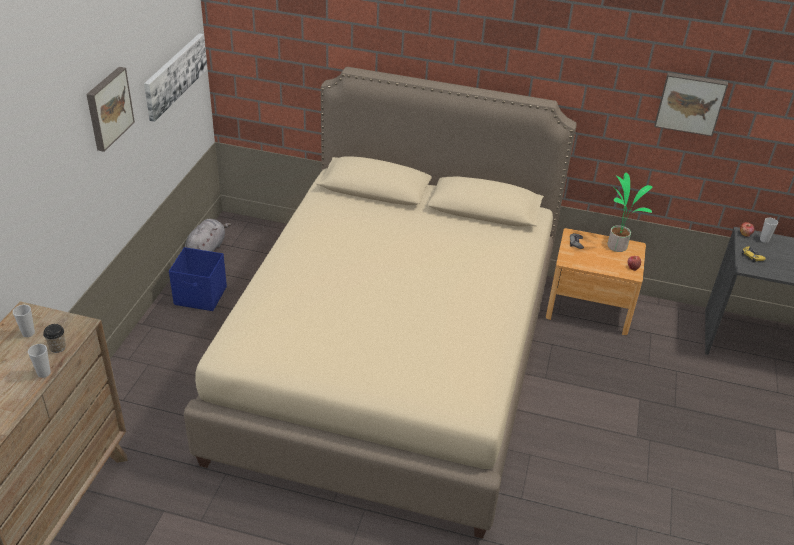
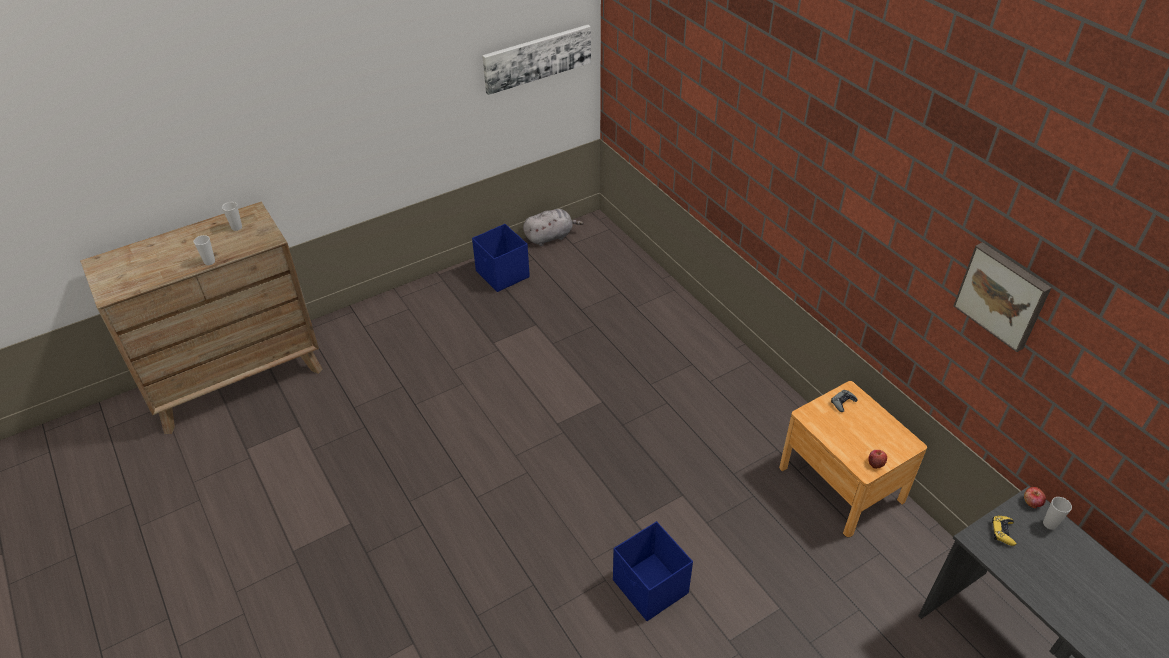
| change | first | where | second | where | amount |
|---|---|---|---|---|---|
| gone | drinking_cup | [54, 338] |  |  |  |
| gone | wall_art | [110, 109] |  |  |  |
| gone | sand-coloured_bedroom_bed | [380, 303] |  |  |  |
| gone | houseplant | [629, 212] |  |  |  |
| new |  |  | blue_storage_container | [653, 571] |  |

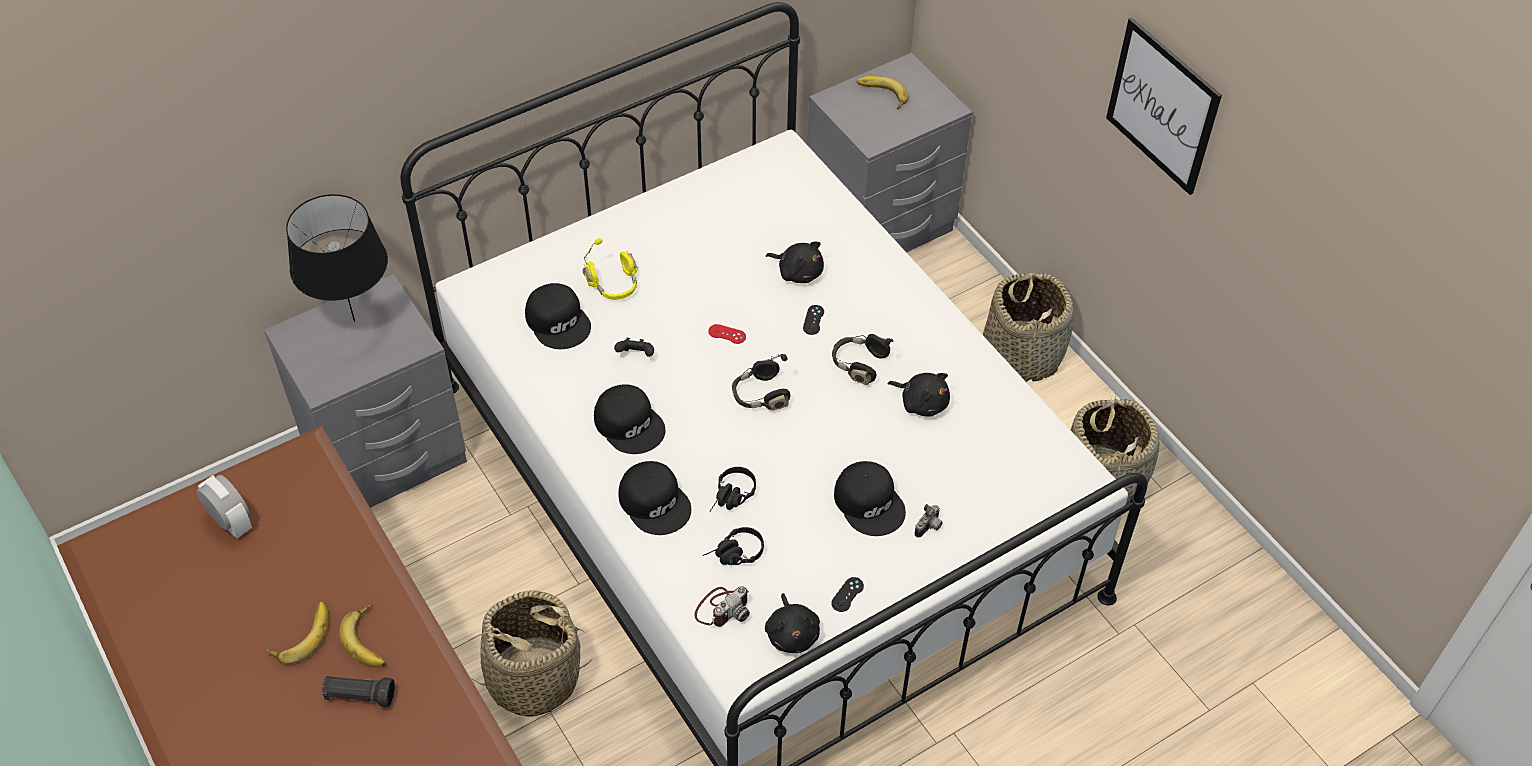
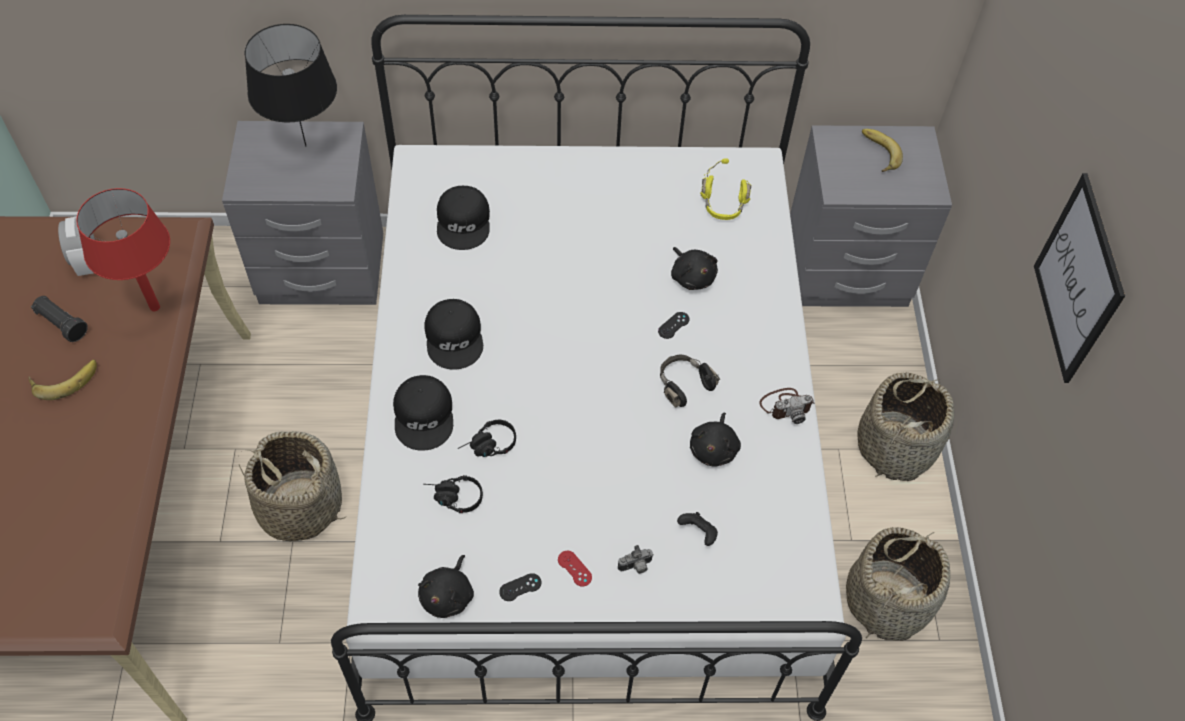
| change | first | where | second | where | amount |
|---|---|---|---|---|---|
| gone | banana_fruit | [362, 636] |  |  |  |
| gone | blackish_headphones | [761, 382] |  |  |  |
| gone | blackish_cap | [870, 498] |  |  |  |
| new |  |  | red-coloured_lamp_for_a_table | [123, 249] |  |
| shifted | blackish_flashlight | [358, 691] |  | [59, 319] |  |
| shifted | yellowish_headphones | [610, 269] |  | [725, 189] |  |
| shifted | blackish_joypad | [634, 347] |  | [697, 529] |  |
| shifted | still_camera | [722, 606] |  | [787, 406] |  |
| shifted | red-coloured_joypad | [727, 334] |  | [575, 569] |  |
| rotated | blackish_plush_toy | [919, 395] |  | [715, 440] | 45 degrees clockwise |

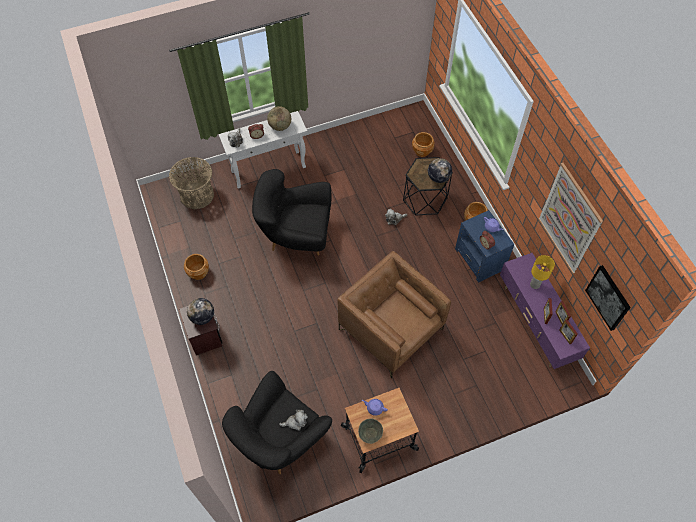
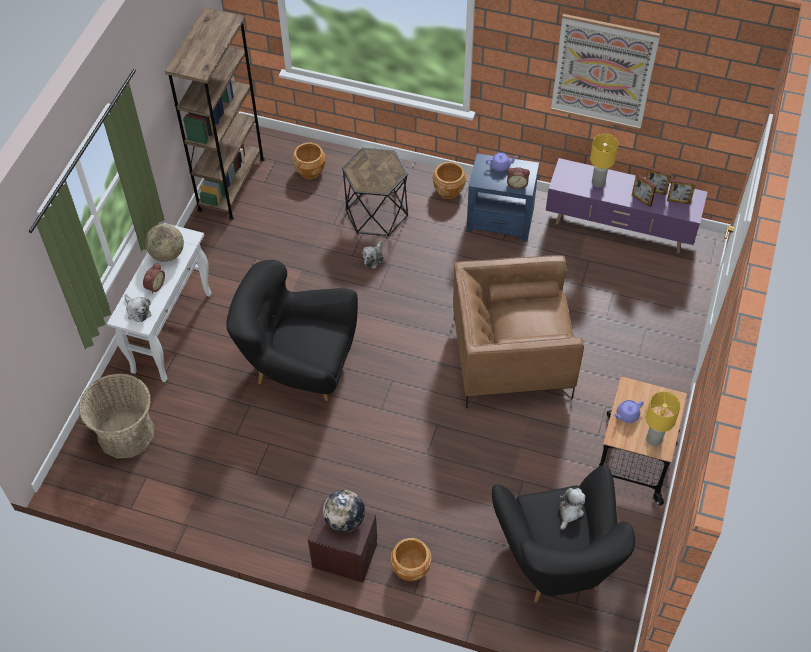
| change | first | where | second | where | amount |
|---|---|---|---|---|---|
| gone | globe | [440, 170] |  |  |  |
| gone | wall_art | [608, 298] |  |  |  |
| new |  |  | brown-coloured_shelving_unit | [215, 114] |  |
| shifted | brown-coloured_planter | [196, 267] |  | [411, 559] |  |
| swapped | gray_deep_dish | [370, 431] | yellowish_lamp_for_a_table | [663, 418] |  |
| rotated | blackish_lounge_chair | [291, 212] |  | [292, 330] | 60 degrees clockwise |

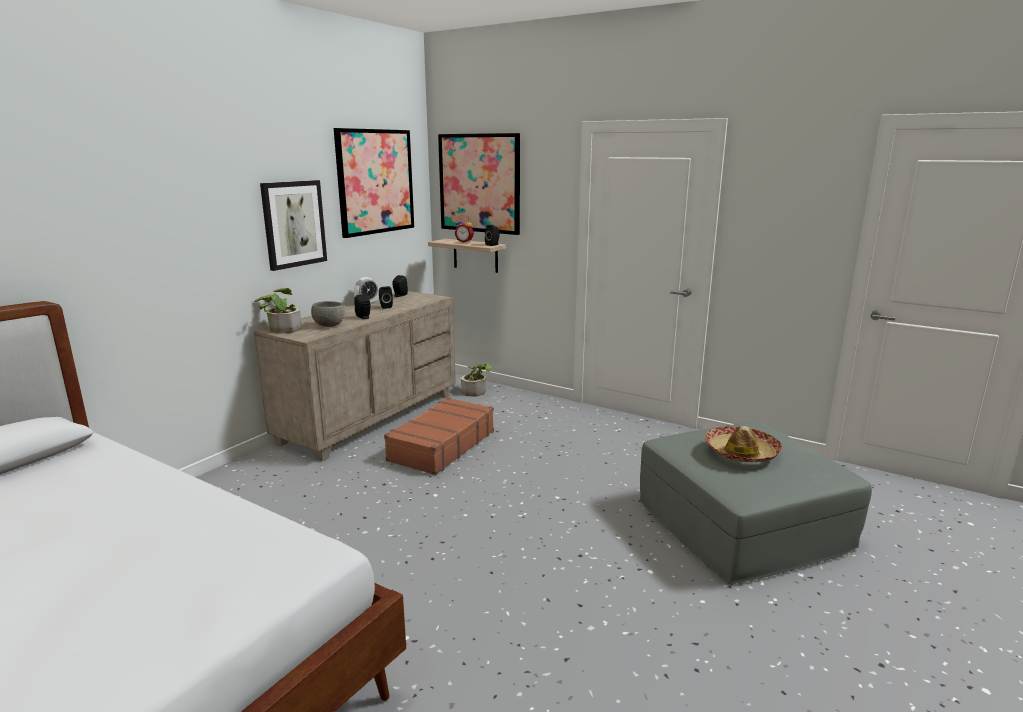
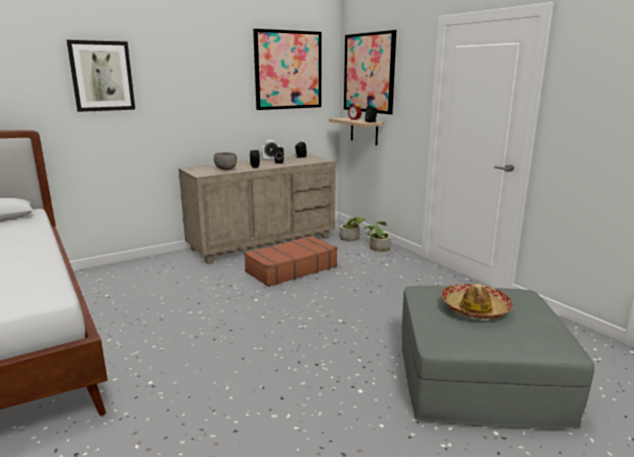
| change | first | where | second | where | amount |
|---|---|---|---|---|---|
| shifted | houseplant | [278, 311] |  | [377, 236] |  |
| shifted | wall_art | [293, 225] |  | [101, 76] |  |

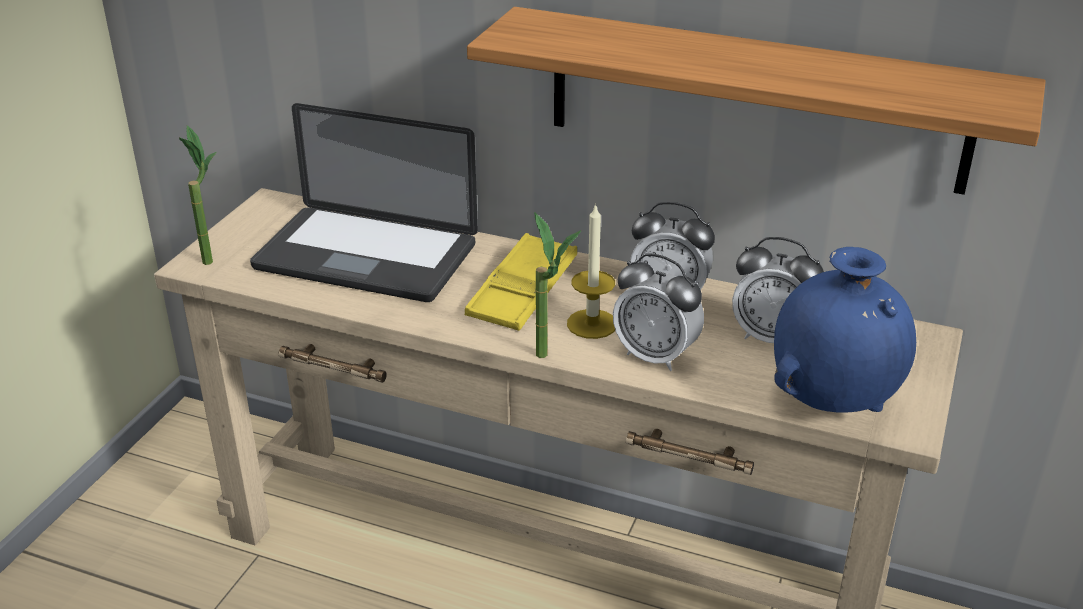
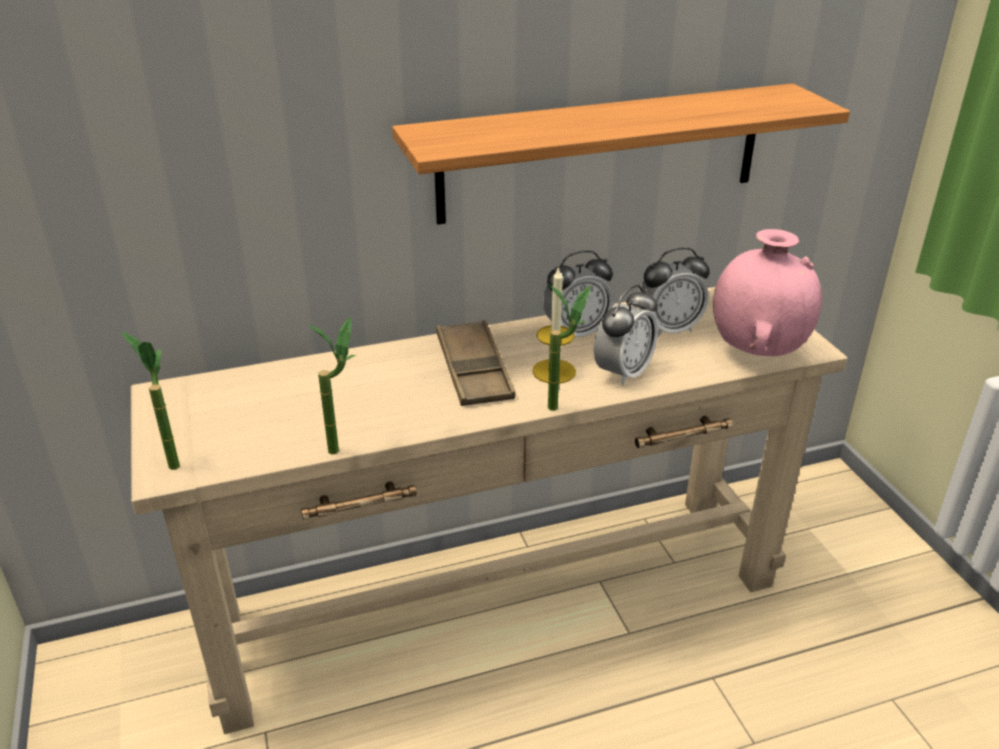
| change | first | where | second | where | amount |
|---|---|---|---|---|---|
| gone | notebook_computer | [364, 202] |  |  |  |
| new |  |  | houseplant | [331, 386] |  |
| repainted | yellowish_carrying_tray | [521, 282] | brown-coloured_carrying_tray | [476, 363] |  |
| repainted | blue_decorative_vase | [845, 330] | pink_decorative_vase | [767, 292] |  |
| rotated | bedside_clock | [658, 312] |  | [626, 335] | 45 degrees counterclockwise |

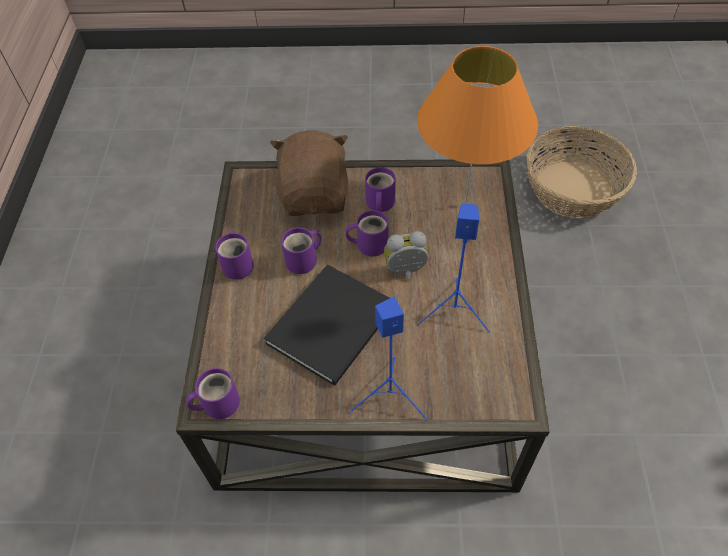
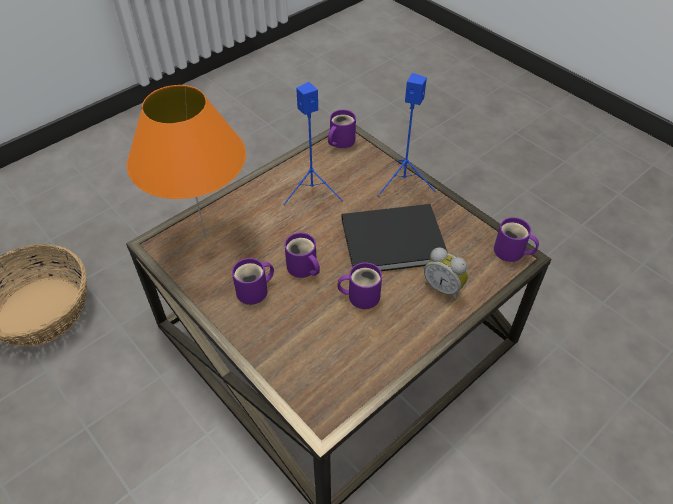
| change | first | where | second | where | amount |
|---|---|---|---|---|---|
| gone | brown-coloured_plush_toy | [309, 173] |  |  |  |
| shifted | purplish_mug | [234, 255] |  | [342, 129] |  |
| shifted | bedside_clock | [406, 256] |  | [446, 273] |  |

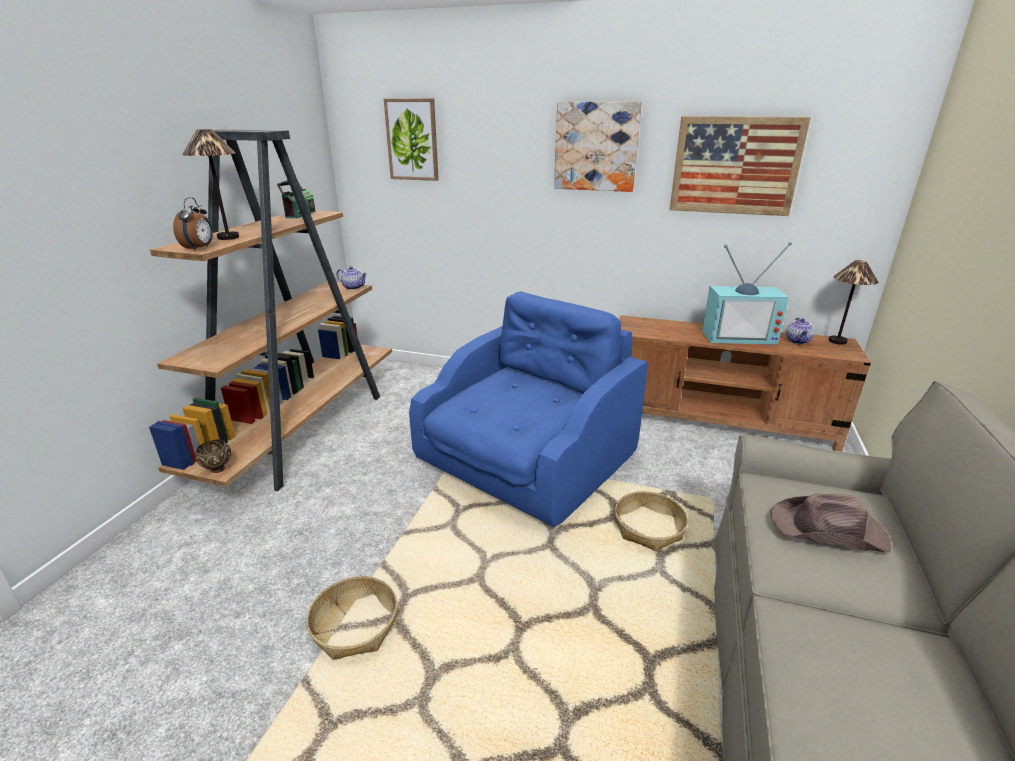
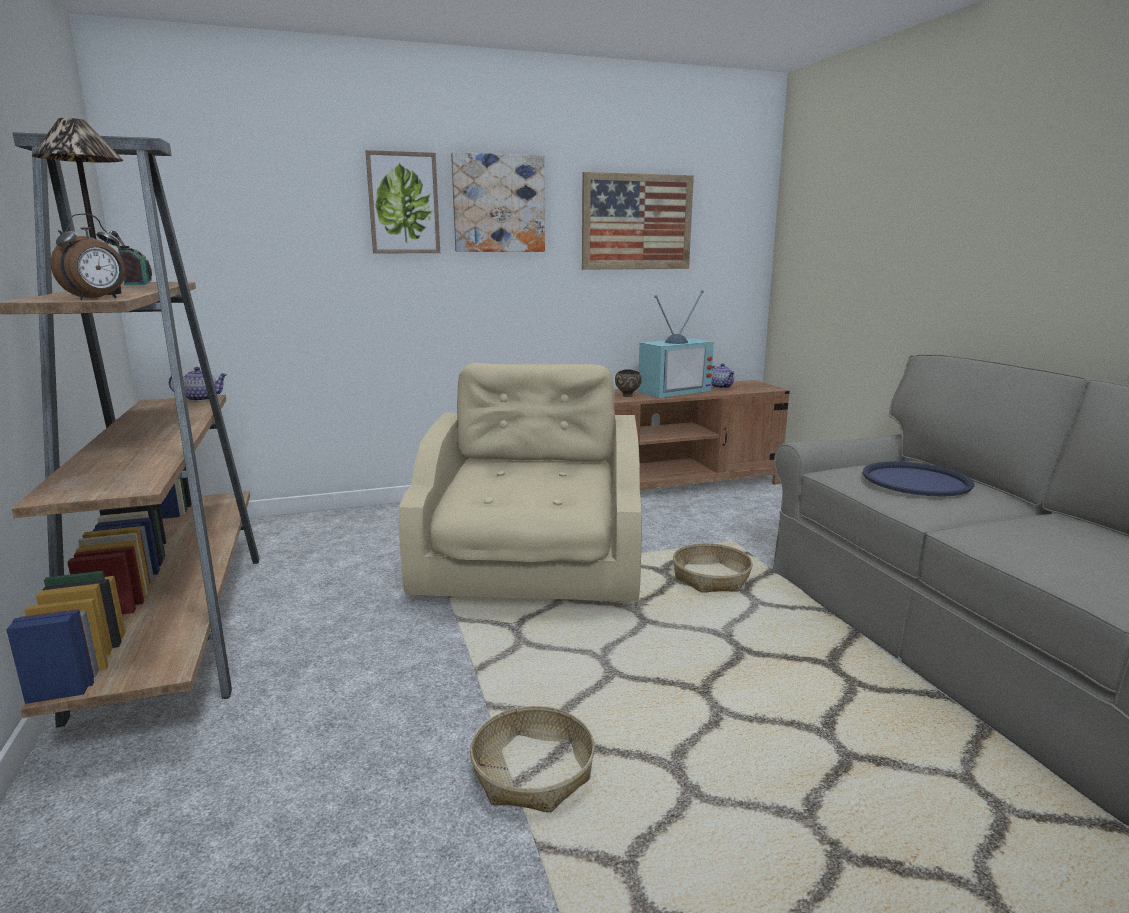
| change | first | where | second | where | amount |
|---|---|---|---|---|---|
| gone | lamp_for_a_table | [853, 302] |  |  |  |
| shifted | brown-coloured_deep_dish | [213, 456] |  | [628, 383] |  |
| shifted | wall_art | [411, 140] |  | [403, 201] |  |
| swapped | brown-coloured_wearable_hat | [830, 523] | blue_carrying_tray | [919, 479] |  |
| repainted | blue_lounge_chair | [528, 409] | sand-coloured_lounge_chair | [520, 482] |  |
| rotated | bedside_clock | [193, 224] |  | [87, 256] | 60 degrees clockwise |

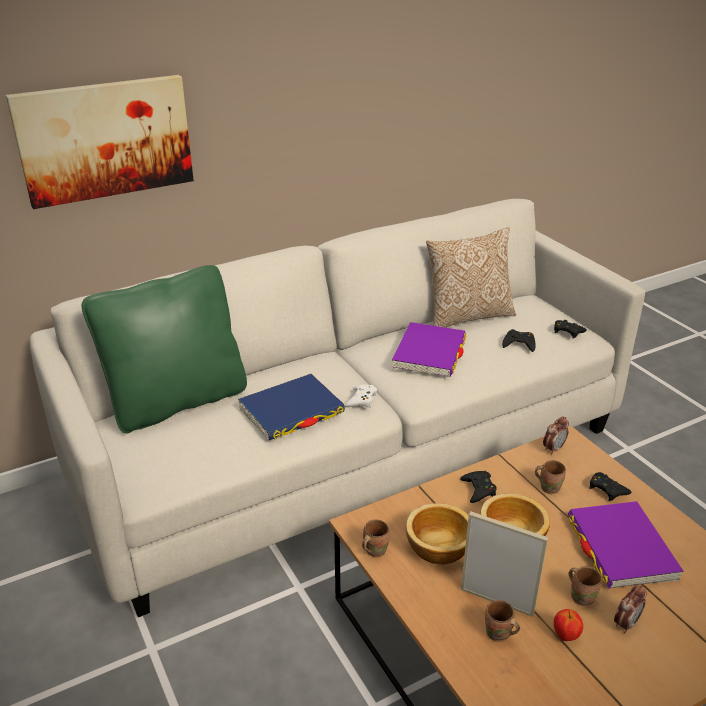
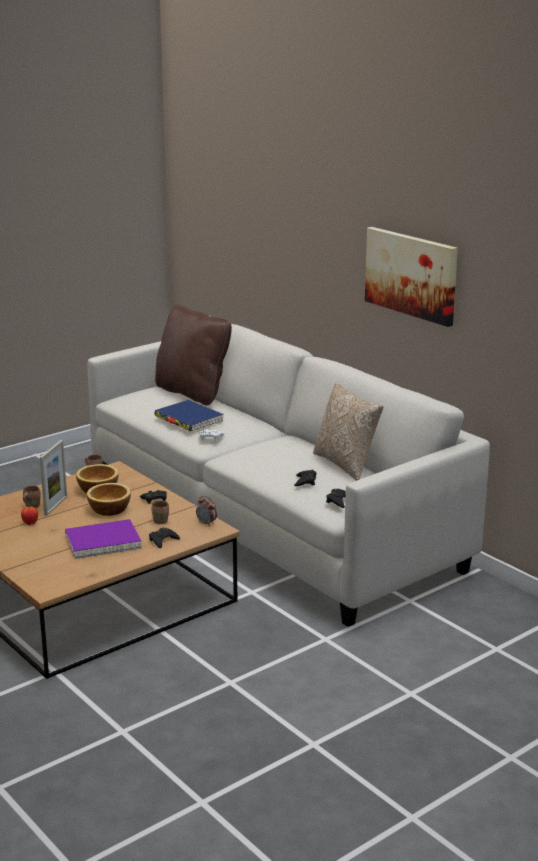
| change | first | where | second | where | amount |
|---|---|---|---|---|---|
| gone | purplish_bound_book | [429, 349] |  |  |  |
| gone | brown-coloured_mug | [585, 586] |  |  |  |
| gone | bedside_clock | [630, 609] |  |  |  |
| shifted | wall_art | [100, 142] |  | [411, 277] |  |
| repainted | greenish_cushion | [164, 349] | brown-coloured_cushion | [193, 355] |  |

